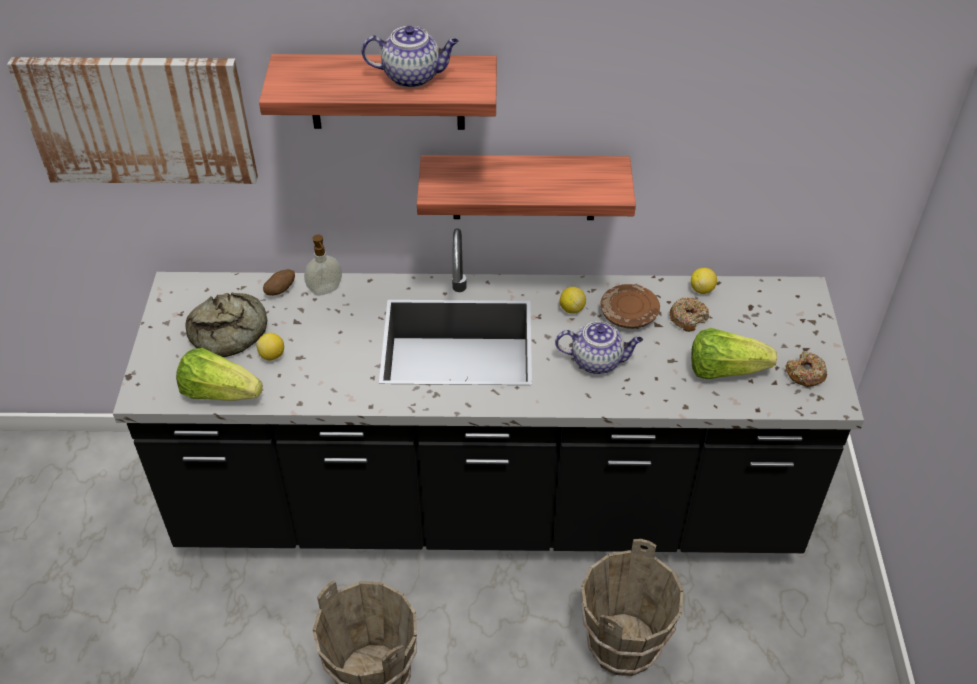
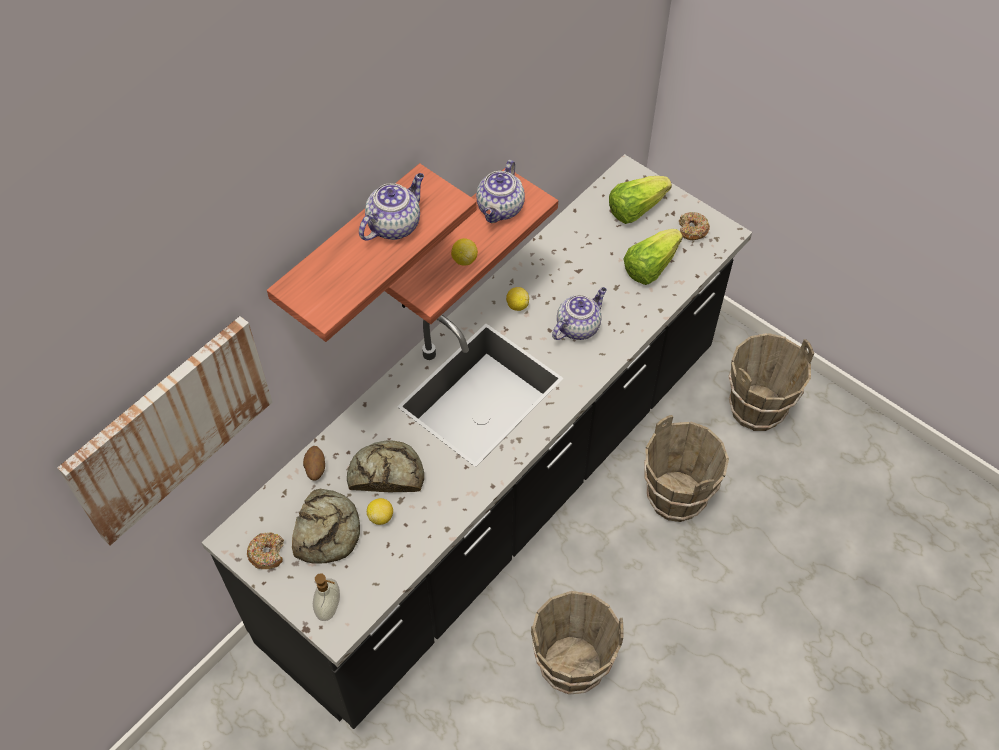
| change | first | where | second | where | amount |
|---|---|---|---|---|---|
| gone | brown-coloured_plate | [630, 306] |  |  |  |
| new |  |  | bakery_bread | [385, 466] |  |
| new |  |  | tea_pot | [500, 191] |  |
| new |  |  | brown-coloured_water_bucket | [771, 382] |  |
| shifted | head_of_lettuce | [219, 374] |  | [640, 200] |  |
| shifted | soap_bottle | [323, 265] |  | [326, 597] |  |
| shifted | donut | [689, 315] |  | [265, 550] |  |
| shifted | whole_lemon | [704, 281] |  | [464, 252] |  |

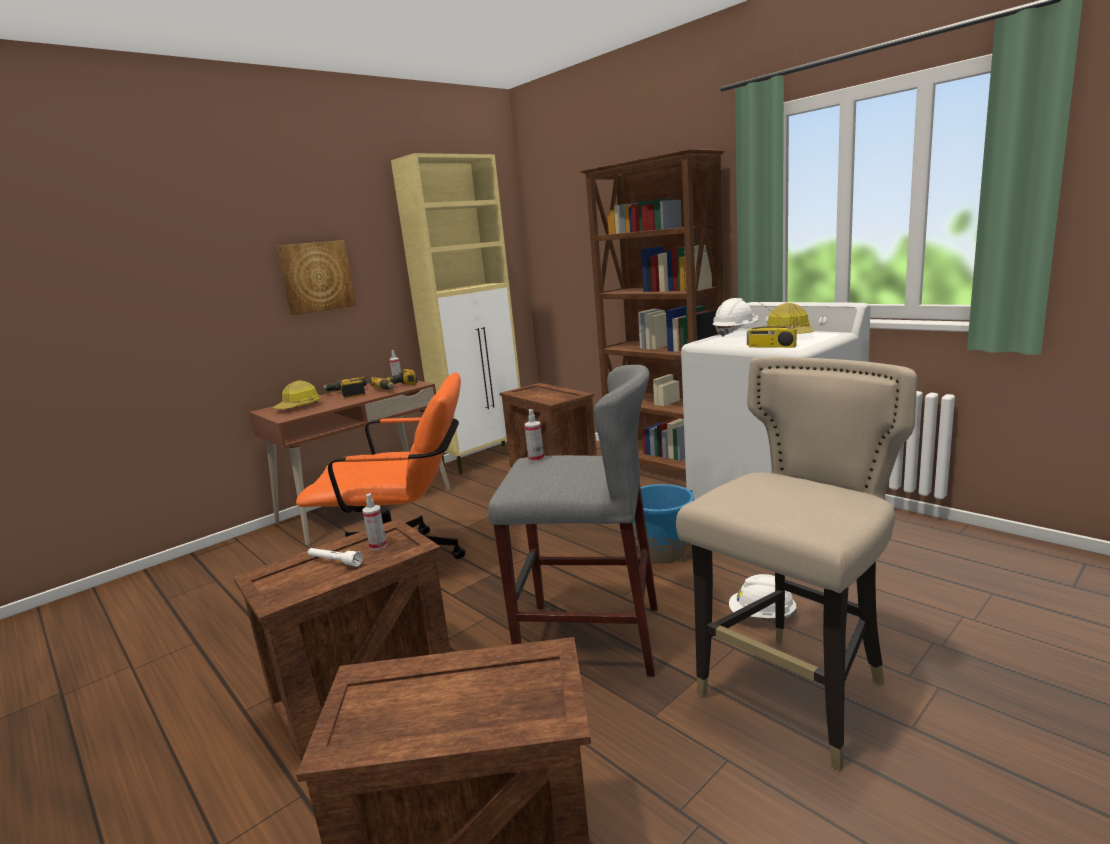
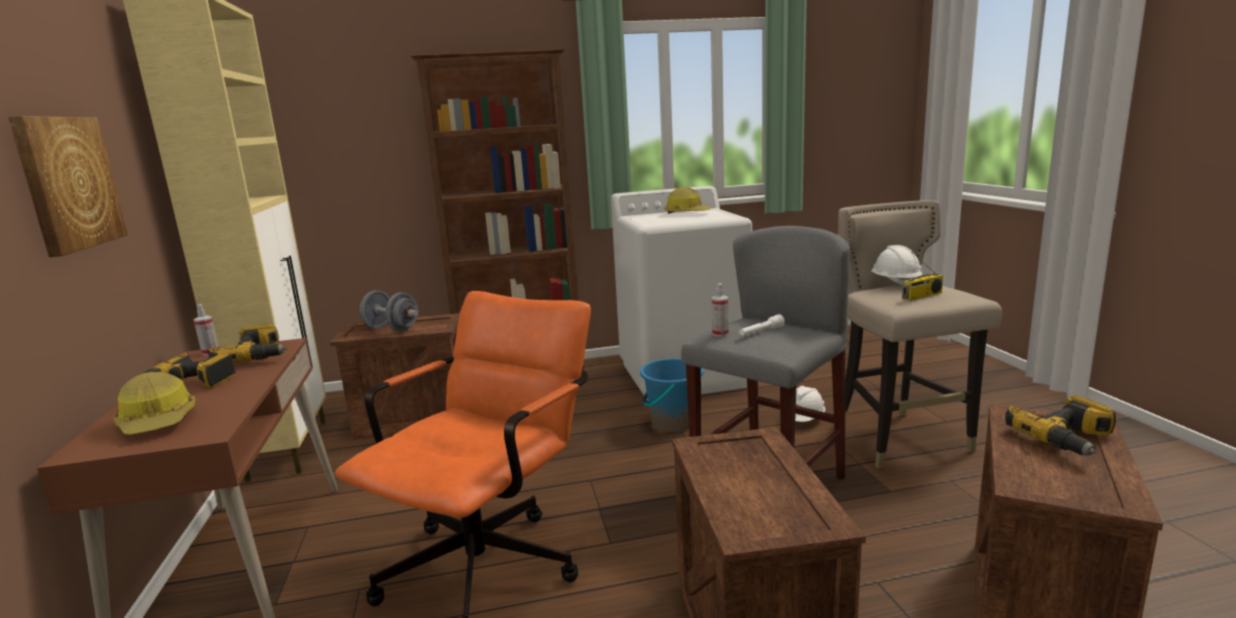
| change | first | where | second | where | amount |
|---|---|---|---|---|---|
| gone | spray_bottle | [374, 521] |  |  |  |
| new |  |  | gray_free_weight | [389, 311] |  |
| new |  |  | electric_drill | [1060, 425] |  |
| shifted | whitish_flashlight | [335, 557] |  | [762, 325] |  |
| shifted | whitish_safety_helmet | [735, 317] |  | [896, 265] |  |
| shifted | radio | [772, 324] |  | [922, 276] |  |

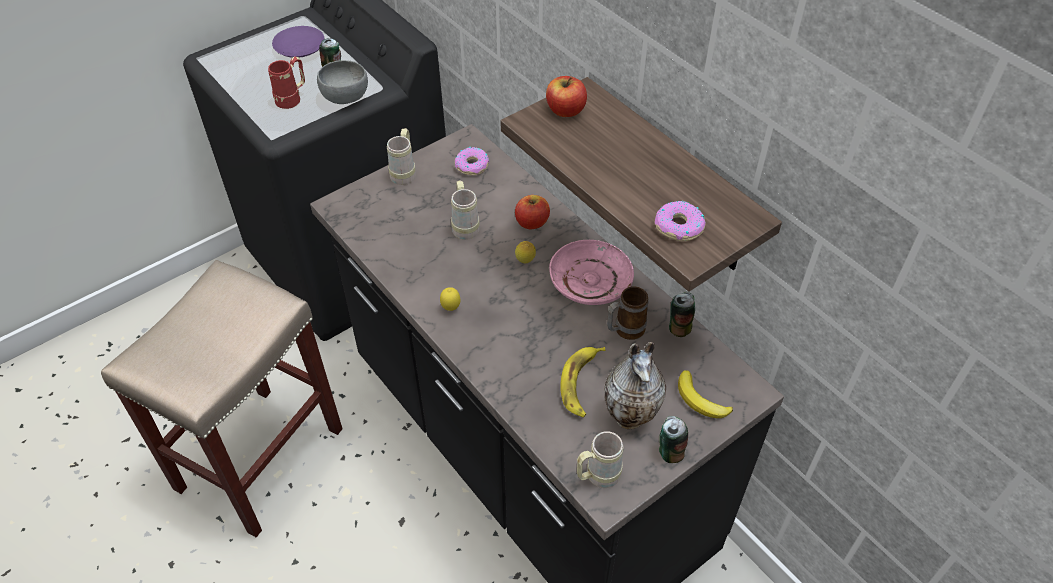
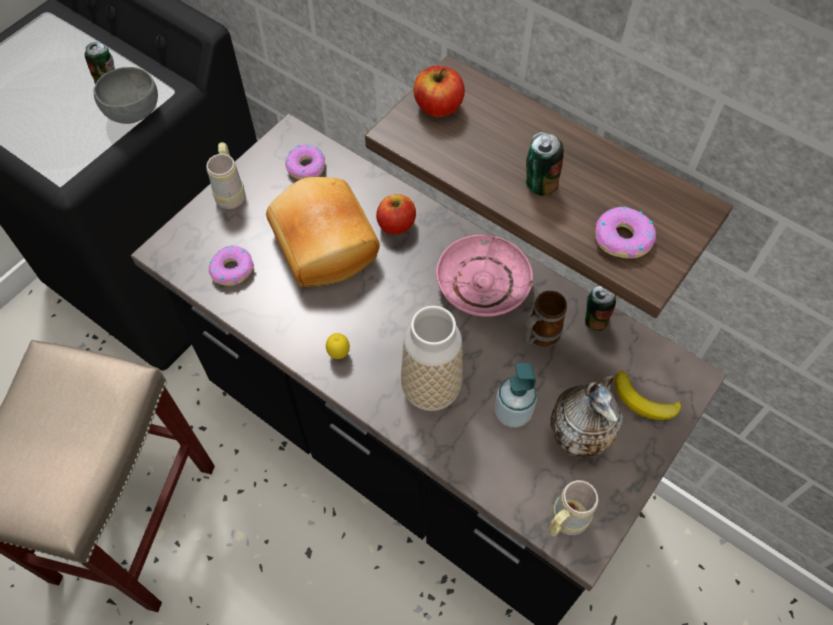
| change | first | where | second | where | amount |
|---|---|---|---|---|---|
| gone | red-coloured_mug | [286, 82] |  |  |  |
| gone | purplish_plate | [298, 42] |  |  |  |
| gone | whole_lemon | [525, 252] |  |  |  |
| new |  |  | donut | [231, 266] |  |
| new |  |  | decorative_vase | [432, 358] |  |
| shifted | can | [673, 439] |  | [545, 164] |  |
| swapped | sand-coloured_mug | [465, 210] | bakery_bread | [323, 232] |  |
| swapped | banana_fruit | [582, 382] | soap_bottle | [516, 395] |  |

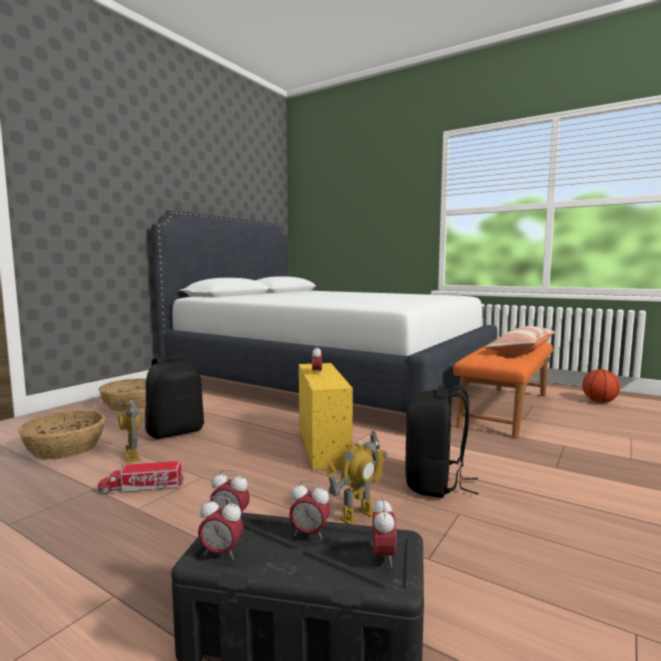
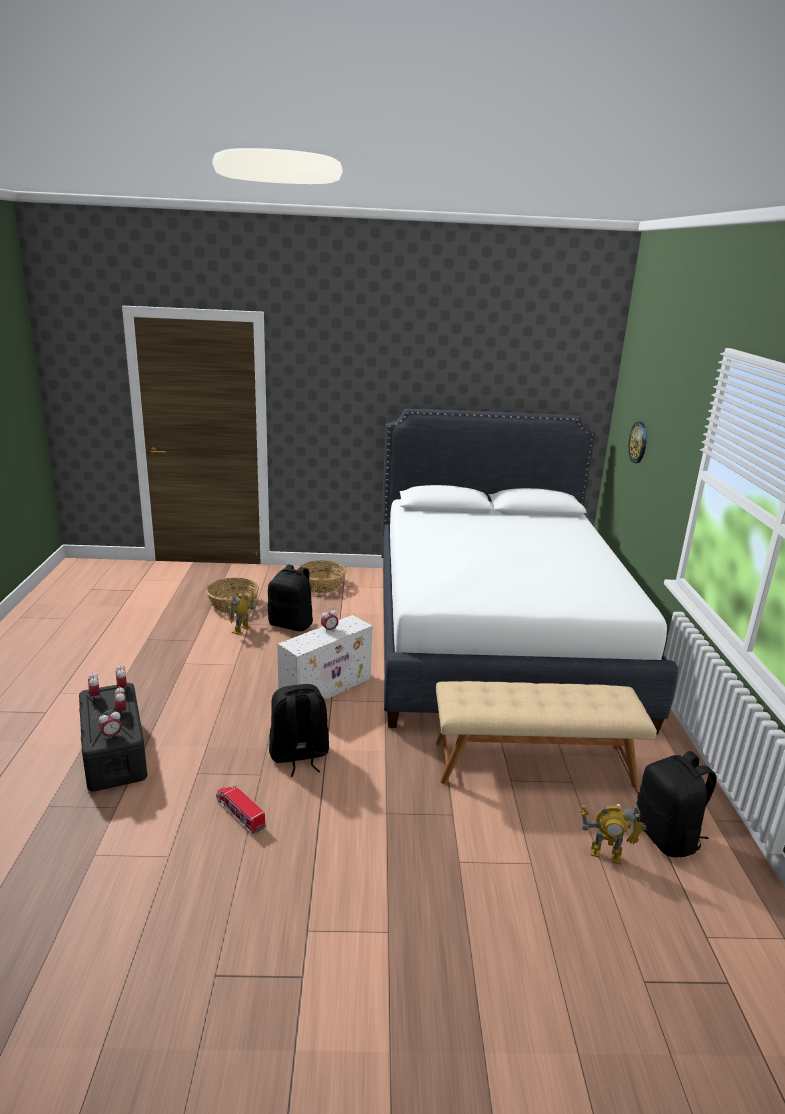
| change | first | where | second | where | amount |
|---|---|---|---|---|---|
| gone | cushion | [520, 339] |  |  |  |
| new |  |  | hanging_clock | [637, 442] |  |
| shifted | toy_lorry | [141, 477] |  | [241, 810] |  |
| shifted | model_robot | [356, 477] |  | [613, 834] |  |
| swapped | basketball | [601, 386] | blackish_backpack | [676, 804] |  |
| repainted | yellowish_storage_container | [326, 416] | whitish_storage_container | [324, 657] |  |
| repainted | orange-coloured_indoor_bench | [503, 390] | sand-coloured_indoor_bench | [546, 734] |  |

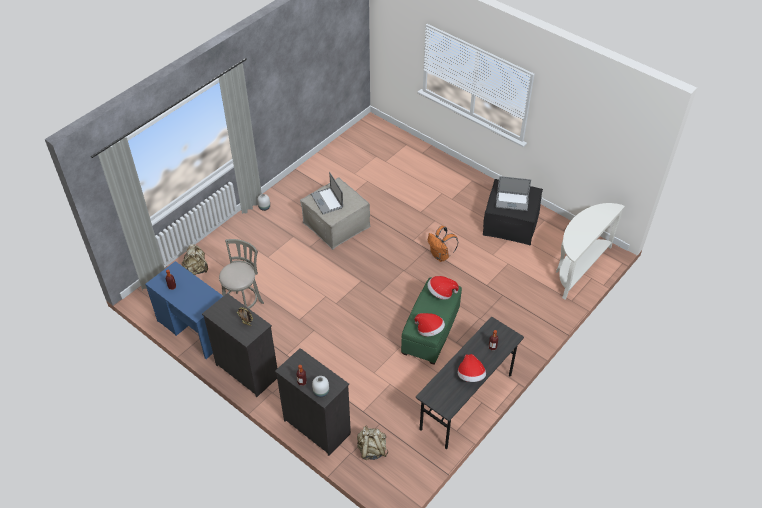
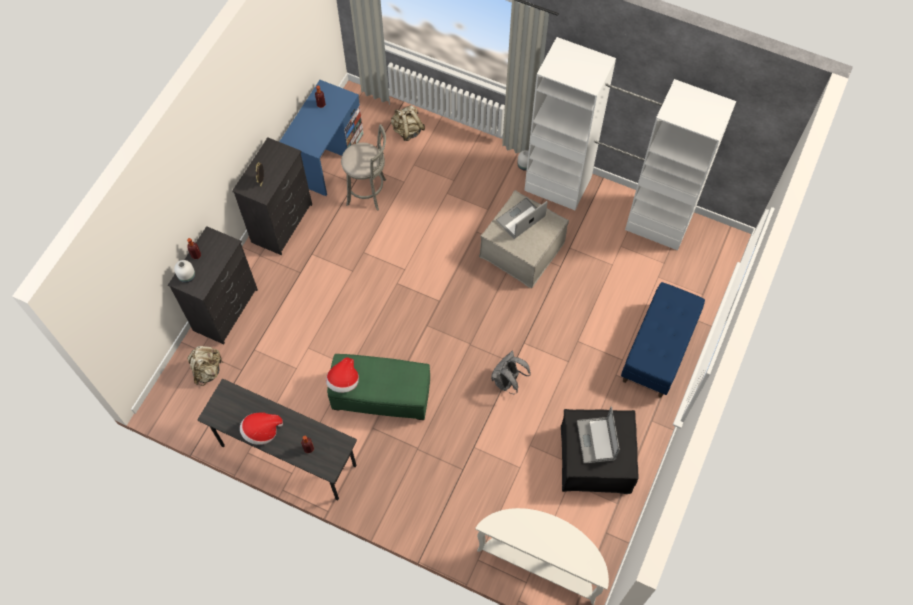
| change | first | where | second | where | amount |
|---|---|---|---|---|---|
| gone | wearable_hat | [443, 288] |  |  |  |
| new |  |  | whitish_armoire | [630, 143] |  |
| new |  |  | blue_indoor_bench | [663, 340] |  |
| repainted | orange-coloured_backpack | [443, 244] | gray_backpack | [511, 372] |  |

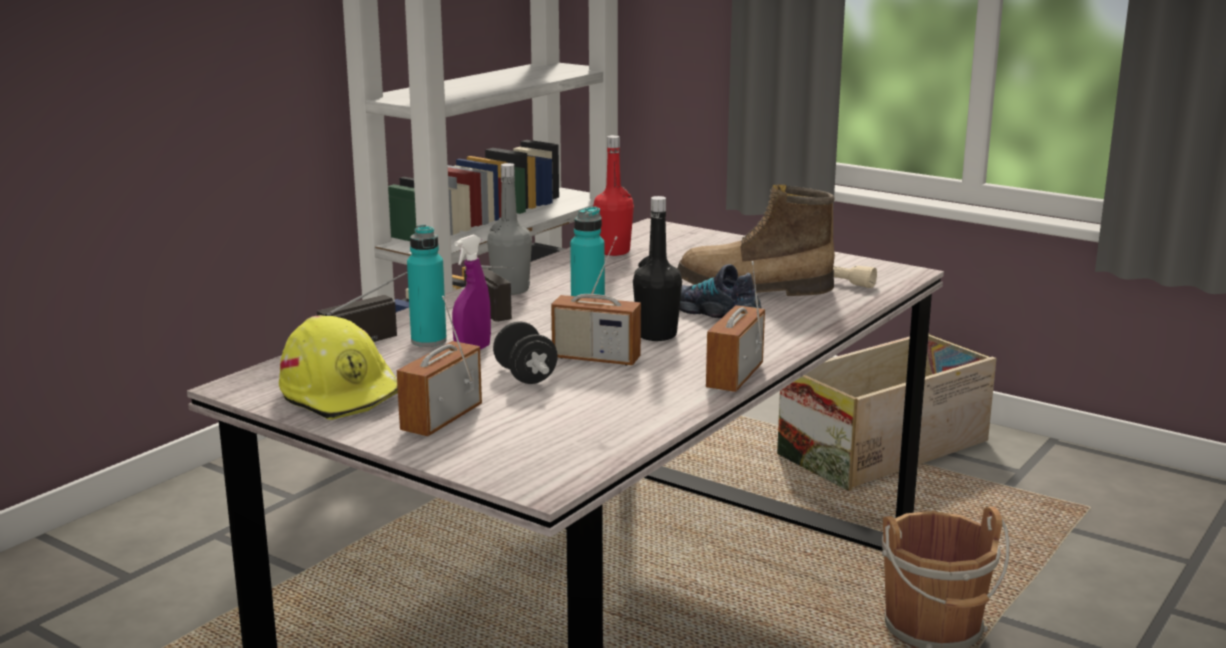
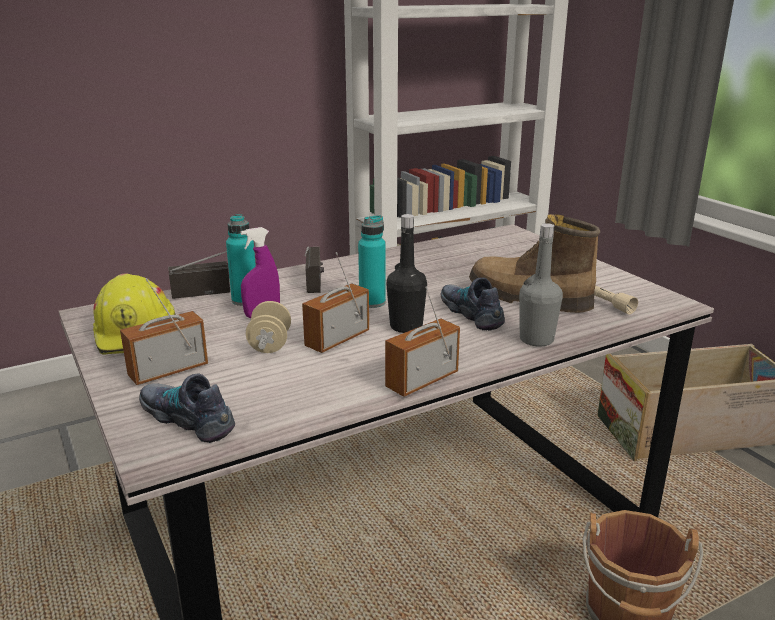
| change | first | where | second | where | amount |
|---|---|---|---|---|---|
| gone | red-coloured_beverage_bottle | [613, 195] |  |  |  |
| new |  |  | low_shoe | [187, 408] |  |
| shifted | gray_beverage_bottle | [509, 229] |  | [541, 285] |  |
| repainted | blackish_free_weight | [525, 352] | sand-coloured_free_weight | [268, 327] |  |
| rotated | radio | [596, 301] |  | [335, 302] | 90 degrees clockwise |

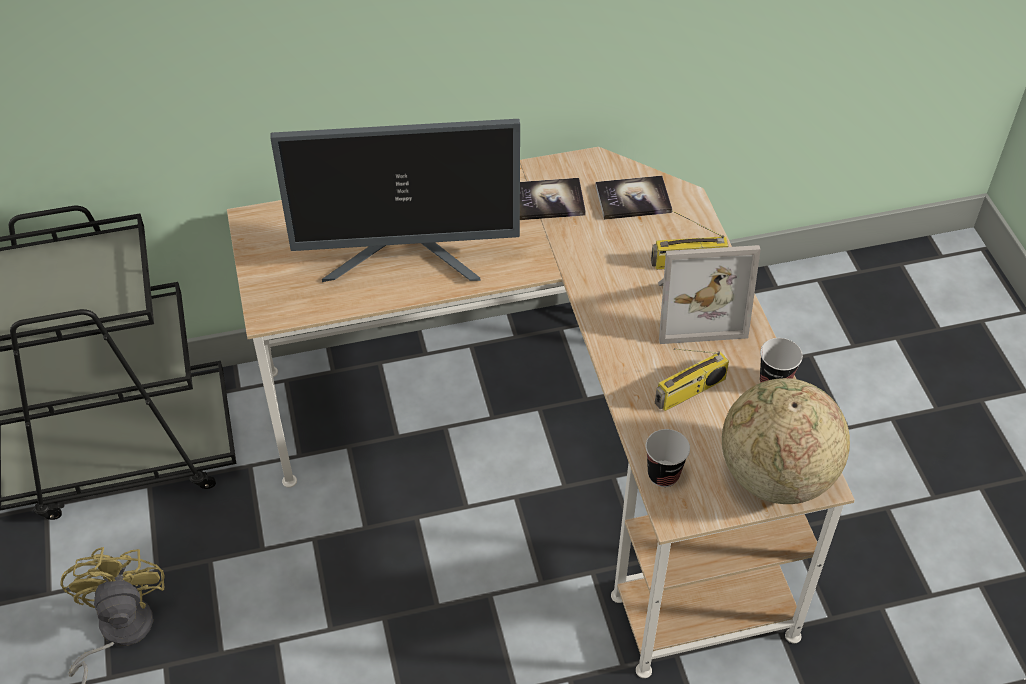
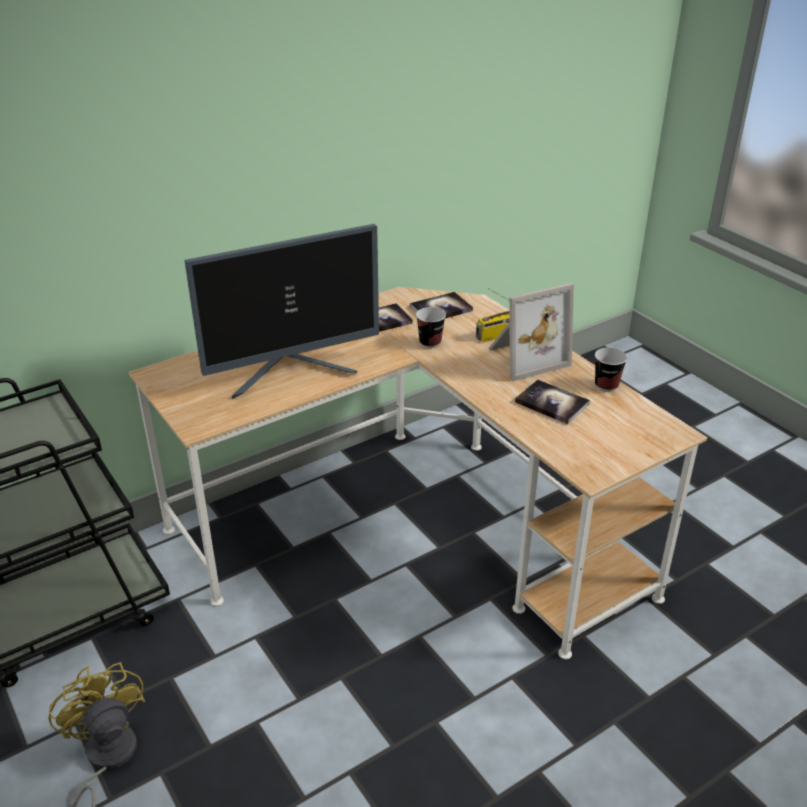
| change | first | where | second | where | amount |
|---|---|---|---|---|---|
| gone | globe | [786, 441] |  |  |  |
| shifted | drinking_cup | [668, 458] |  | [431, 327] |  |
| swapped | radio | [692, 379] | bound_book | [552, 402] |  |

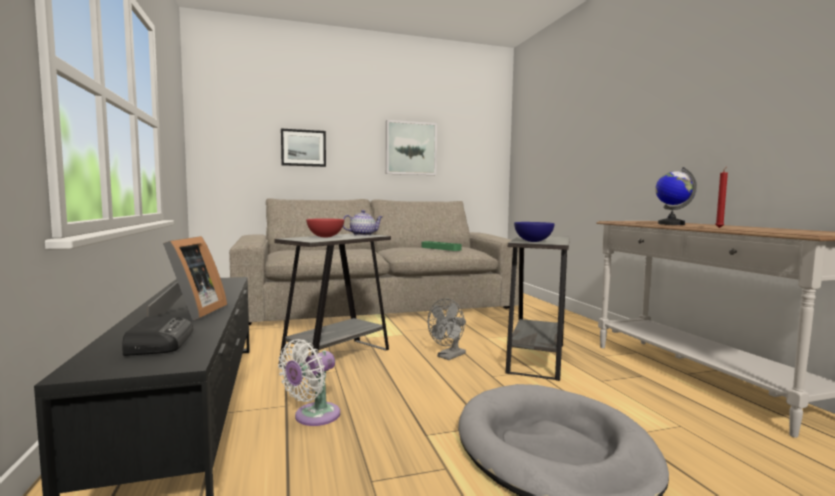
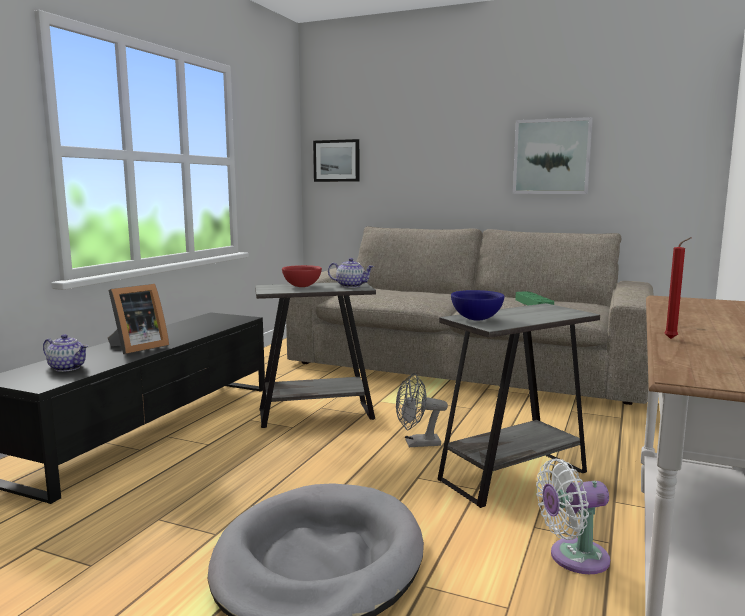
| change | first | where | second | where | amount |
|---|---|---|---|---|---|
| gone | globe | [676, 196] |  |  |  |
| shifted | whitish_cooling_fan | [309, 382] |  | [573, 516] |  |
| shifted | wall_art | [303, 148] |  | [336, 160] |  |
| swapped | radio | [157, 336] | tea_pot | [65, 353] |  |

